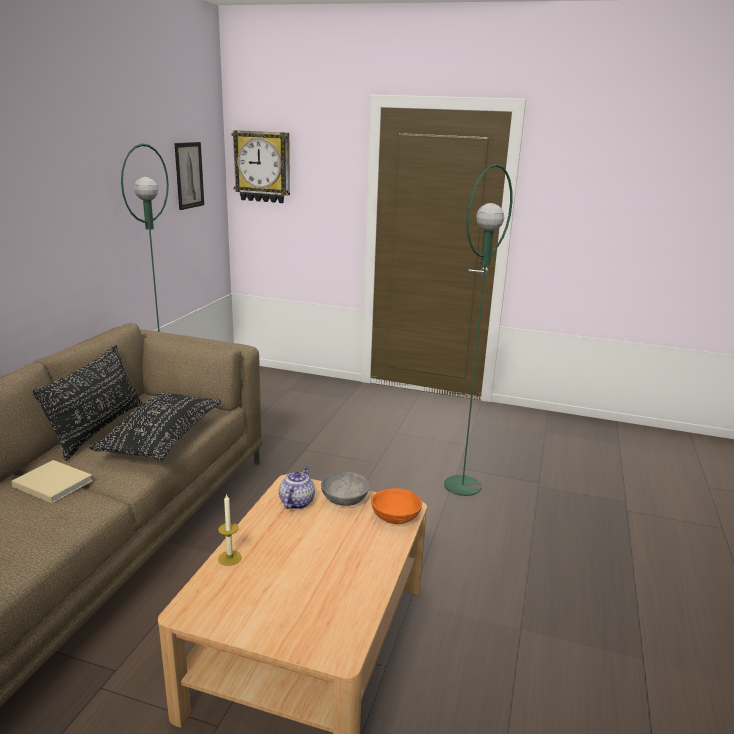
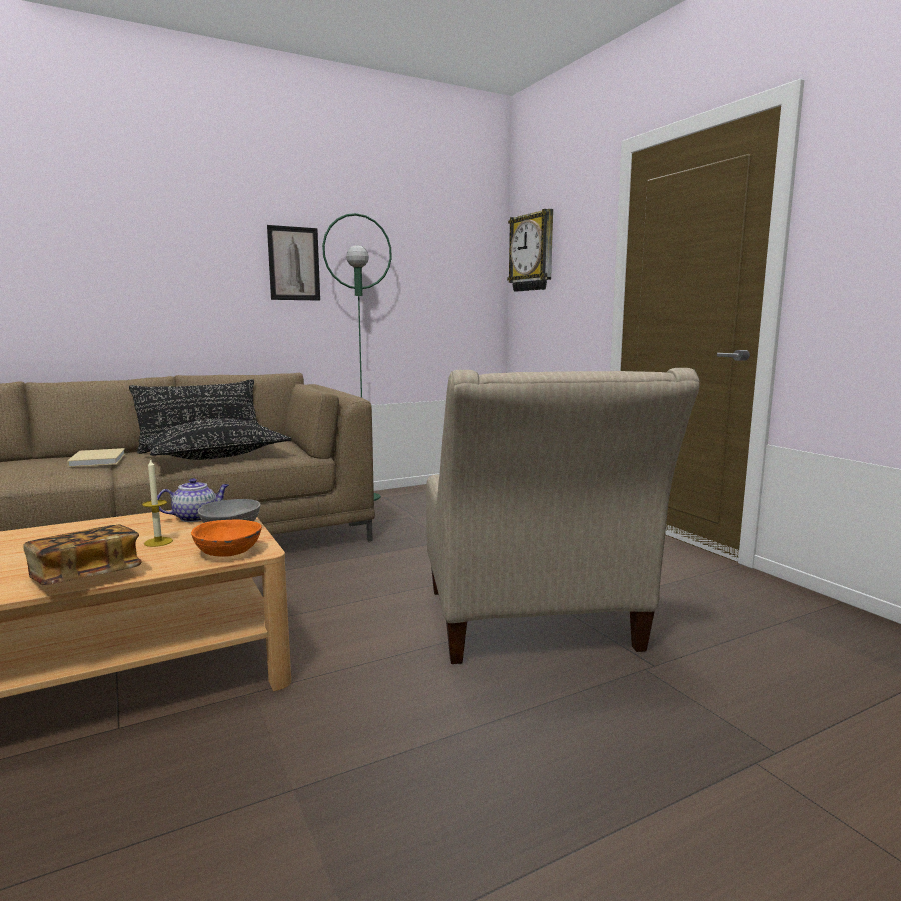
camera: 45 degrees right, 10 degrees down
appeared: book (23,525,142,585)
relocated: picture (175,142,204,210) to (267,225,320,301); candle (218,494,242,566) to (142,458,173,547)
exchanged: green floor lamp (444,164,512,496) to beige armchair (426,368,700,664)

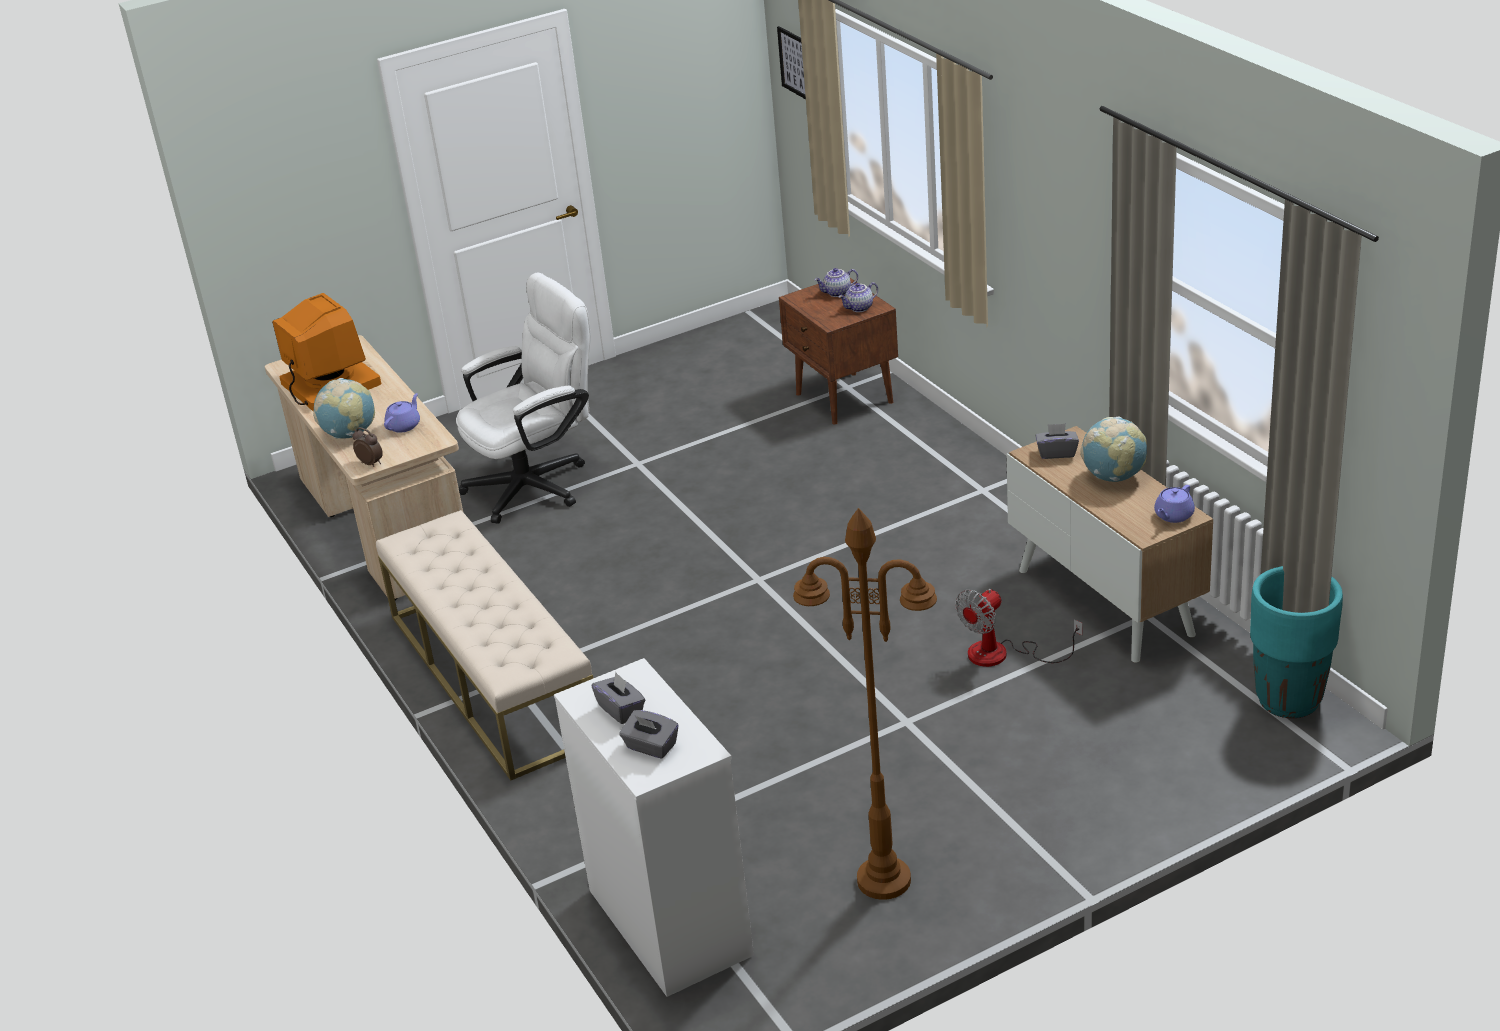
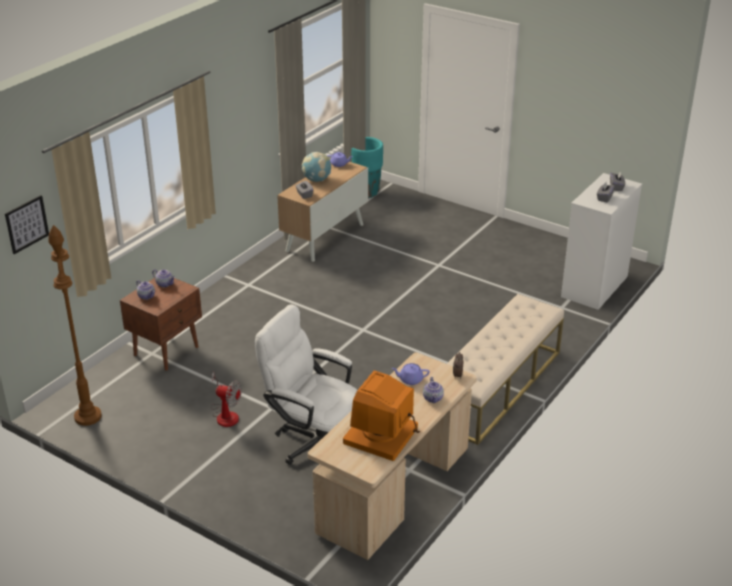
camera: 120 degrees left, 0 degrees up
relocated: brown floor lamp (793,508,937,900) to (48,225,102,426); fan (955,589,1083,667) to (211,372,242,427)
exchanged: globe (313,378,375,438) to teapot (423,377,444,403)

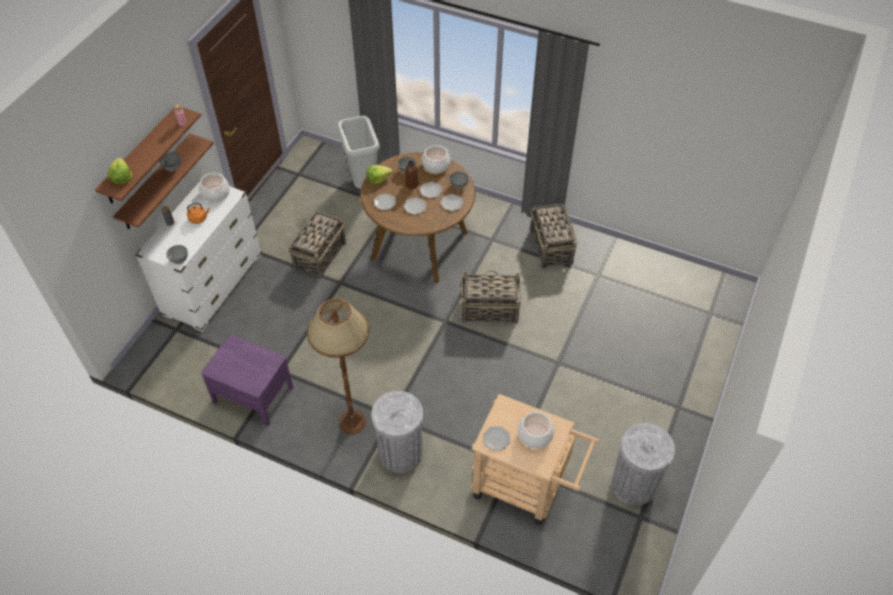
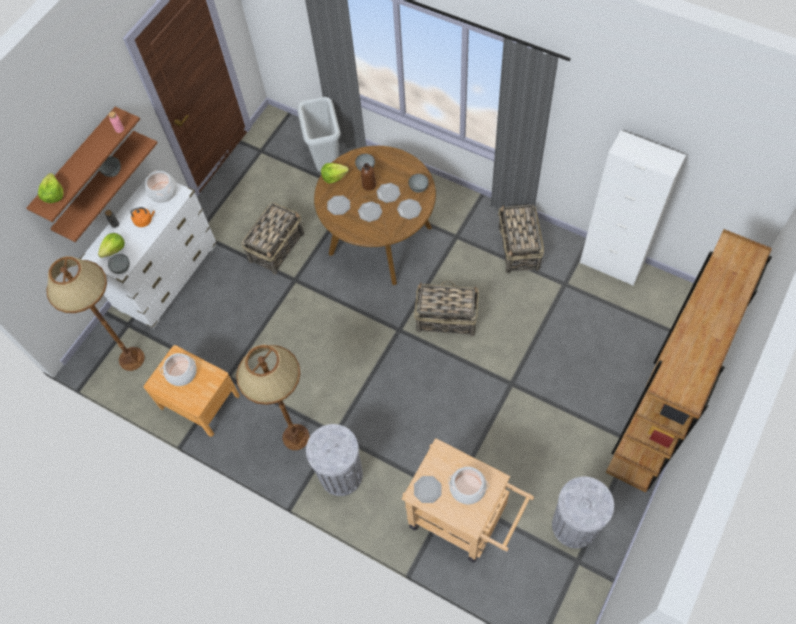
camera: 10 degrees right, 10 degrees up
appeared: brown floor lamp (46,256,145,371); lettuce (98,233,125,258); white cabinet (580,130,686,286); brown bookcase (606,229,772,492)
relocated: cooking pot (421,145,451,174) to (160,353,197,386)
colour: purple nightstand (201,335,293,426) to brown nightstand (143,345,240,437)

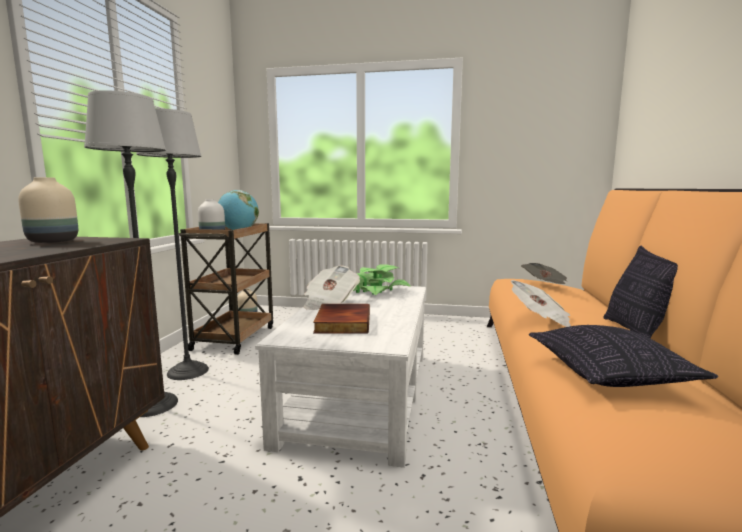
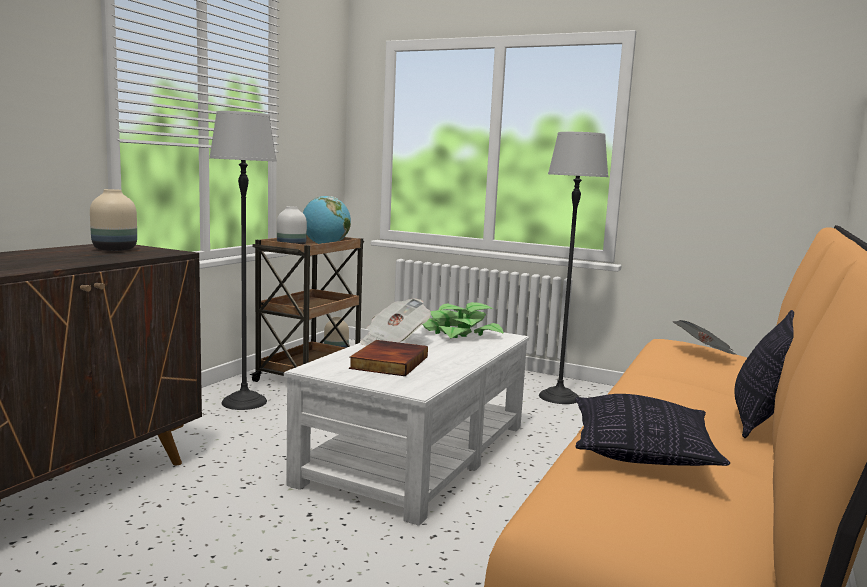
camera: 15 degrees right, 0 degrees up
missing: newspaper (511,280,571,327)
relocated: floor lamp (84,90,178,417) to (539,132,608,404)

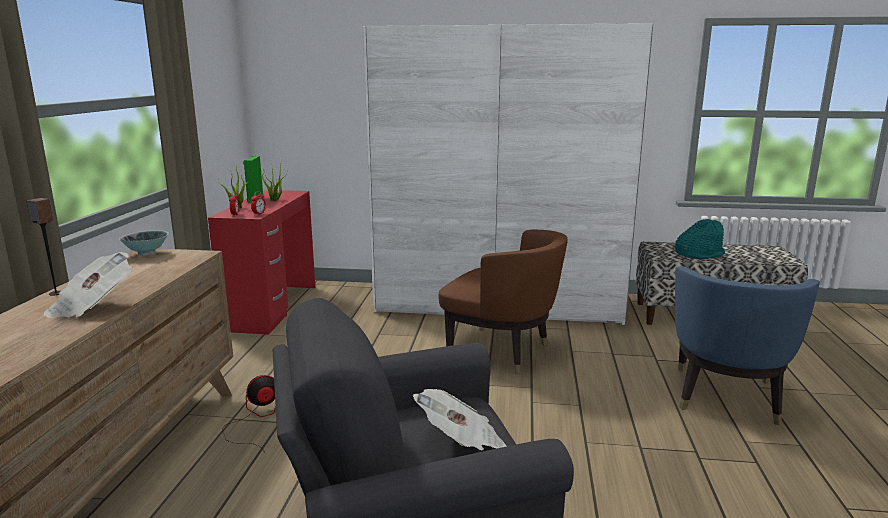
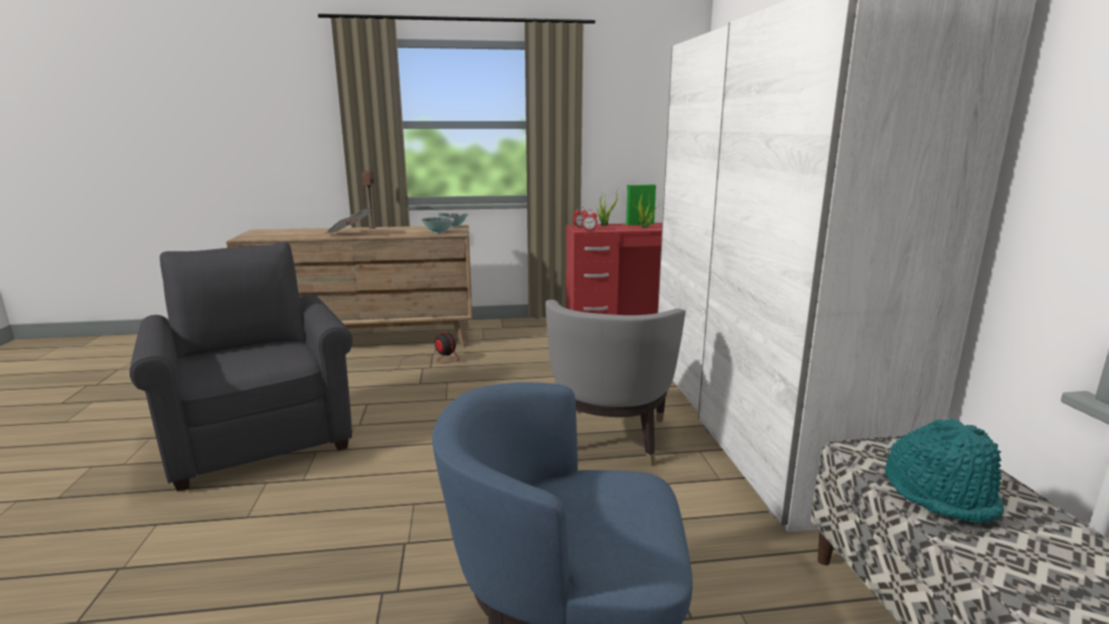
camera: 75 degrees right, 0 degrees up
missing: newspaper (413,389,506,450)
appeared: bowl (421,217,455,234)
colour: brown armchair (438,230,568,374) to grey armchair (546,300,686,466)

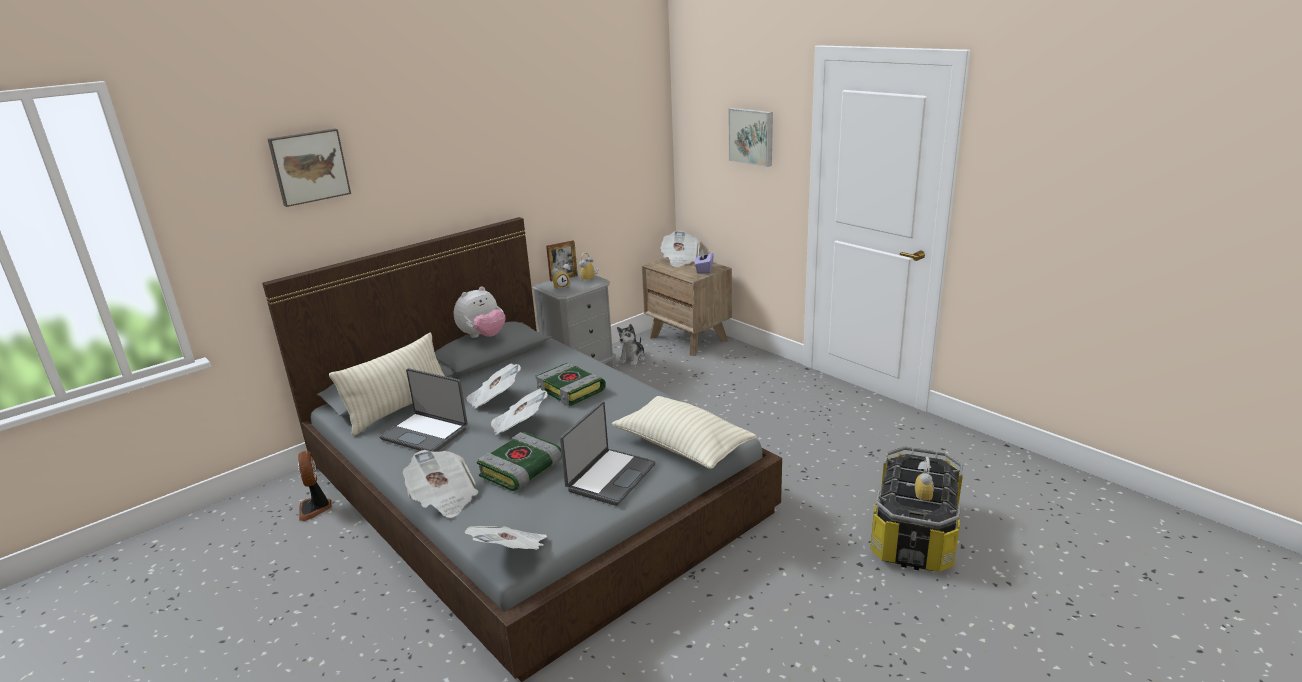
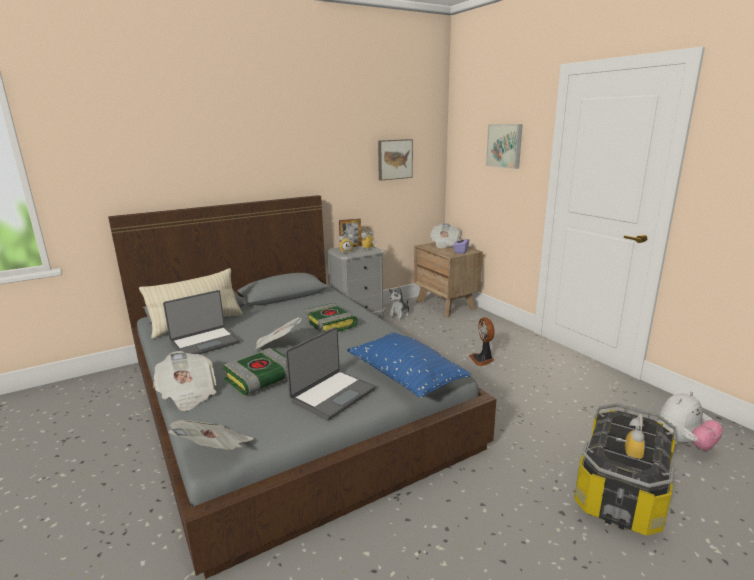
camera: 10 degrees right, 5 degrees down
missing: newspaper (466,363,521,409)
relocated: picture (268,129,351,207) to (378,139,413,181); fan (298,451,332,521) to (469,317,495,366); plush toy (454,286,505,338) to (657,391,723,450)
colour: beige pillow (612,396,757,469) to blue pillow (347,333,471,398)
spun: laptop (379,368,468,452) = (163,290,240,354) 75 degrees counterclockwise

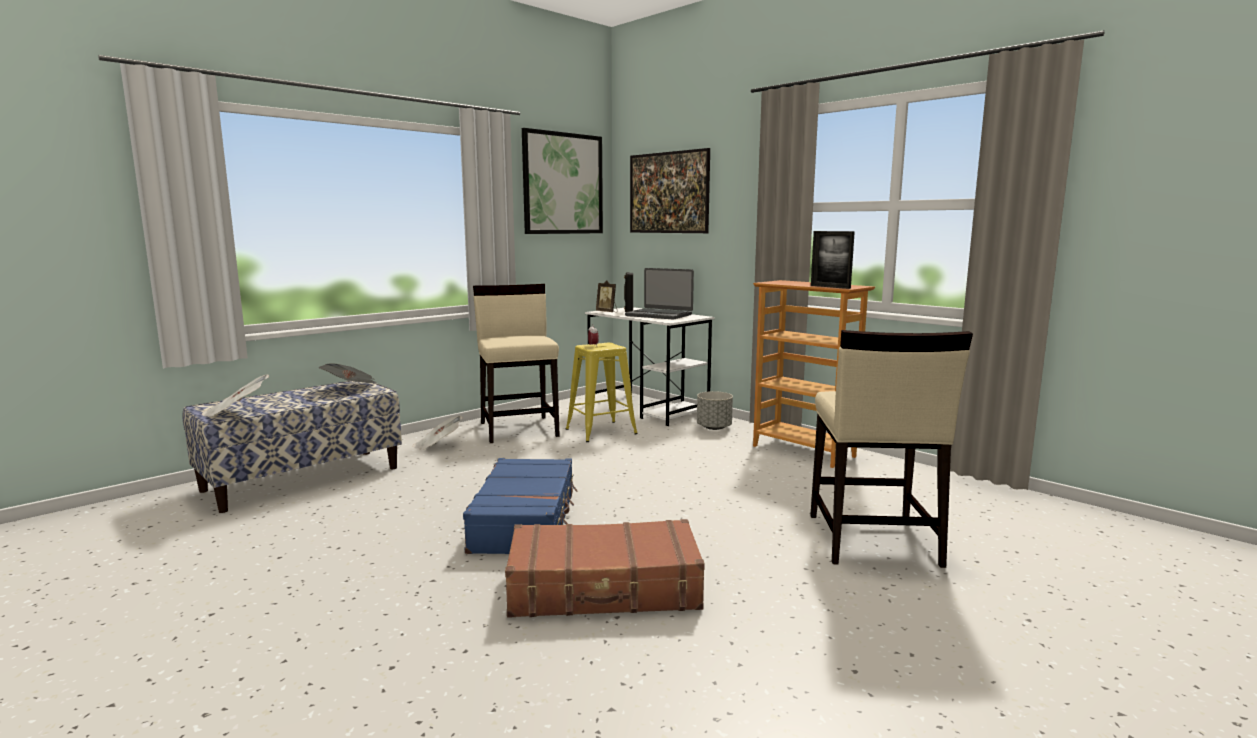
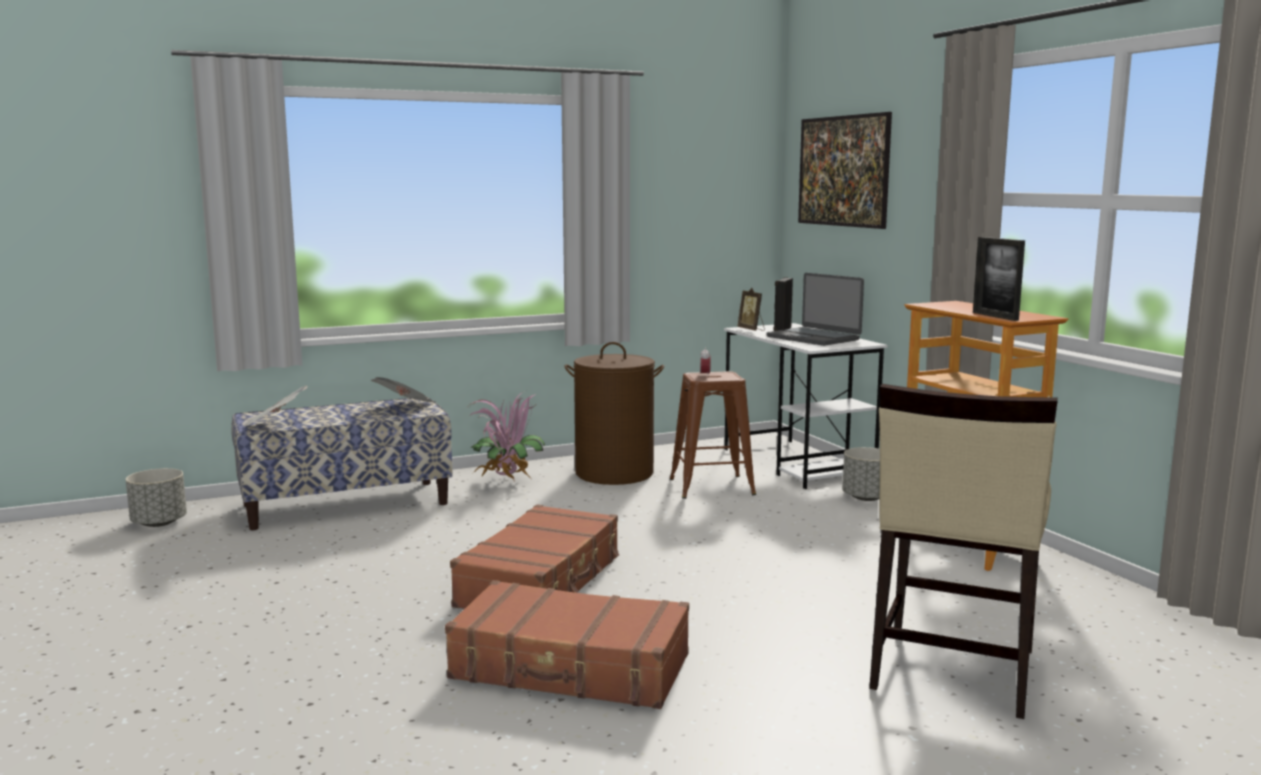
camera: 20 degrees right, 0 degrees up
missing: picture (522,128,603,234)
appeared: grey planter (126,468,187,527)
exchanged: newspaper (412,416,463,450) to potted plant (470,393,545,480); beige chair (473,284,560,443) to brown laundry basket (564,342,664,485)
colour: blue suitcase (463,458,578,554) to brown suitcase (450,505,619,609); yellow stool (566,343,638,442) to brown stool (670,371,756,499)

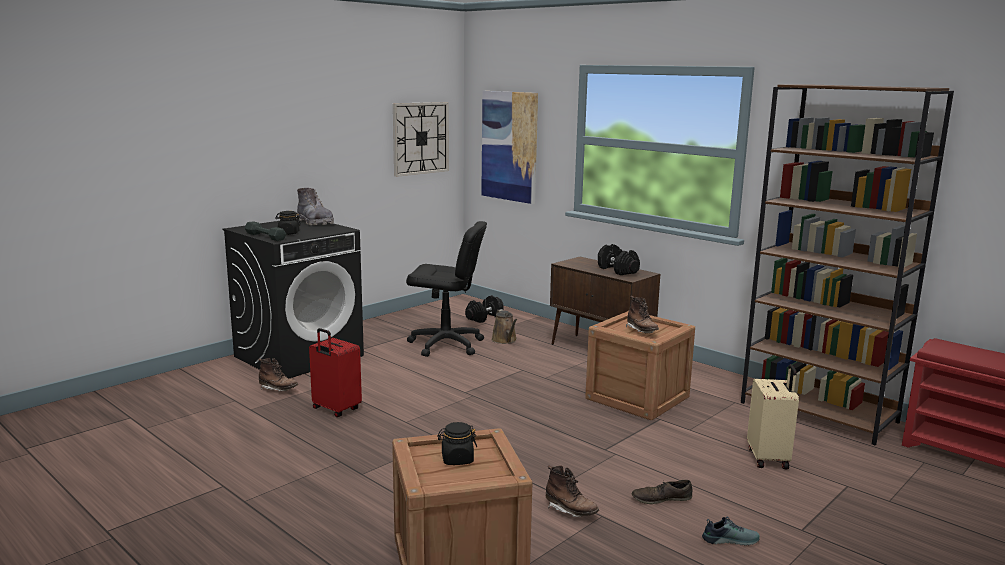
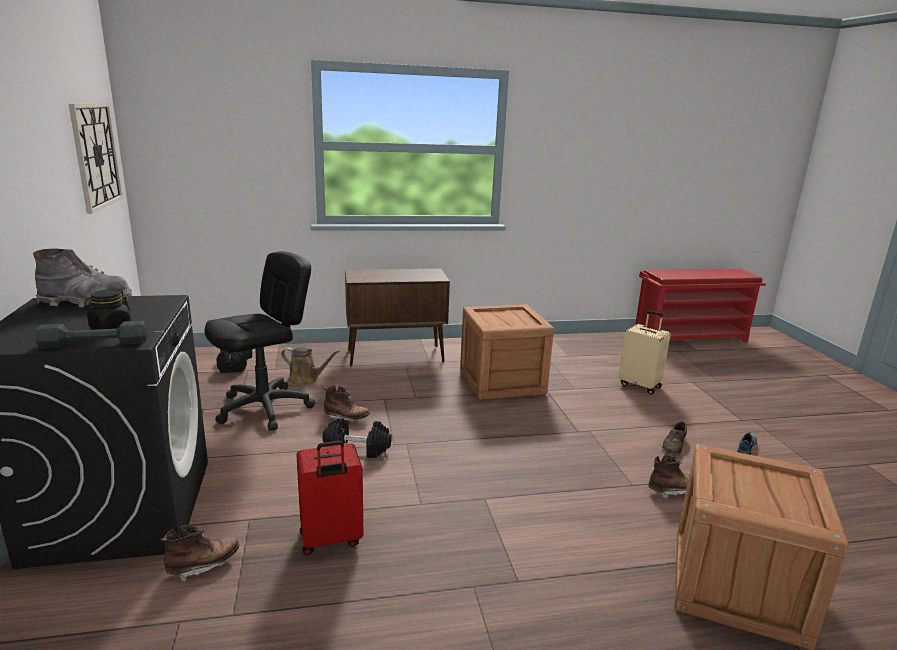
camera: 55 degrees left, 5 degrees up
missing: black jar (437,422,477,465); picture (481,91,538,204); brown bookcase (741,84,954,445)
relocated: black dumbbell (598,244,640,275) to (323,418,392,458); brown boot (626,296,659,333) to (324,386,370,422)

